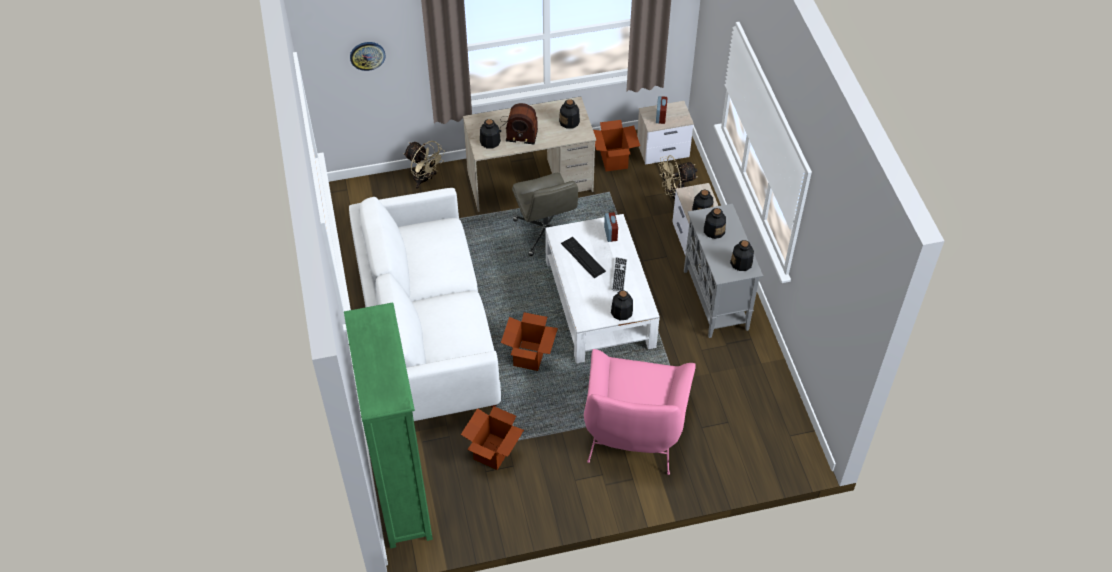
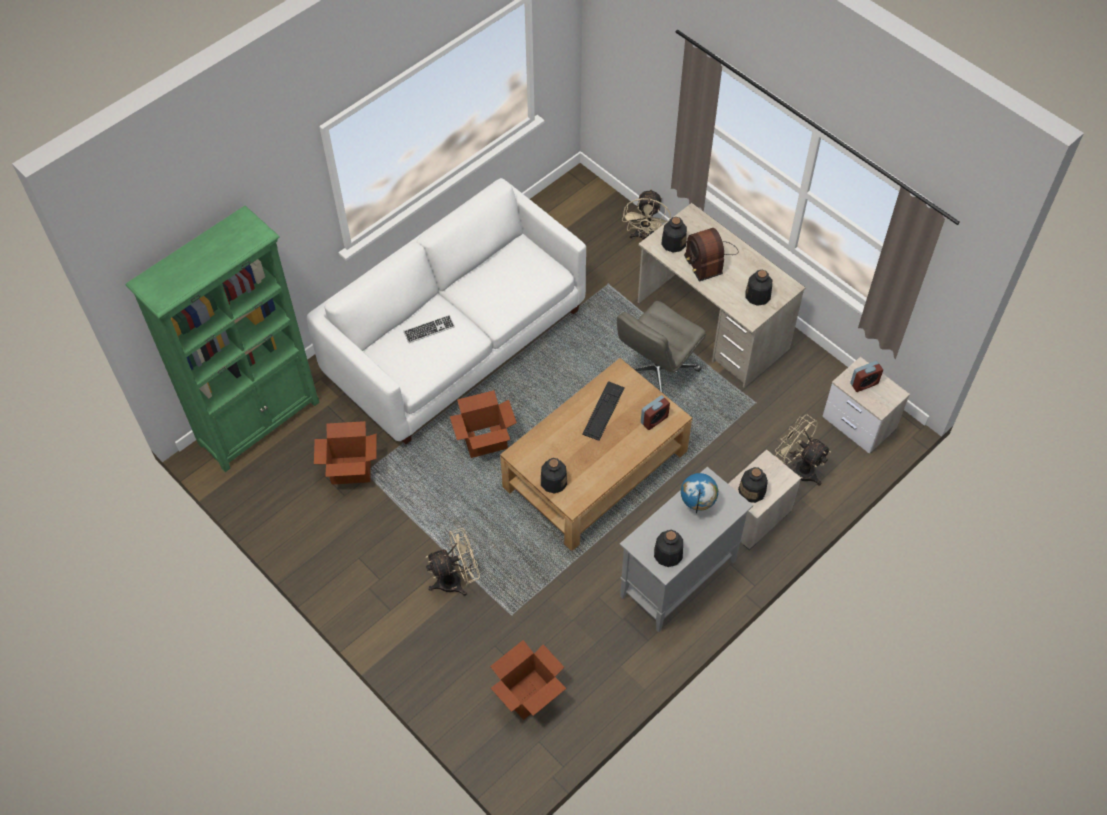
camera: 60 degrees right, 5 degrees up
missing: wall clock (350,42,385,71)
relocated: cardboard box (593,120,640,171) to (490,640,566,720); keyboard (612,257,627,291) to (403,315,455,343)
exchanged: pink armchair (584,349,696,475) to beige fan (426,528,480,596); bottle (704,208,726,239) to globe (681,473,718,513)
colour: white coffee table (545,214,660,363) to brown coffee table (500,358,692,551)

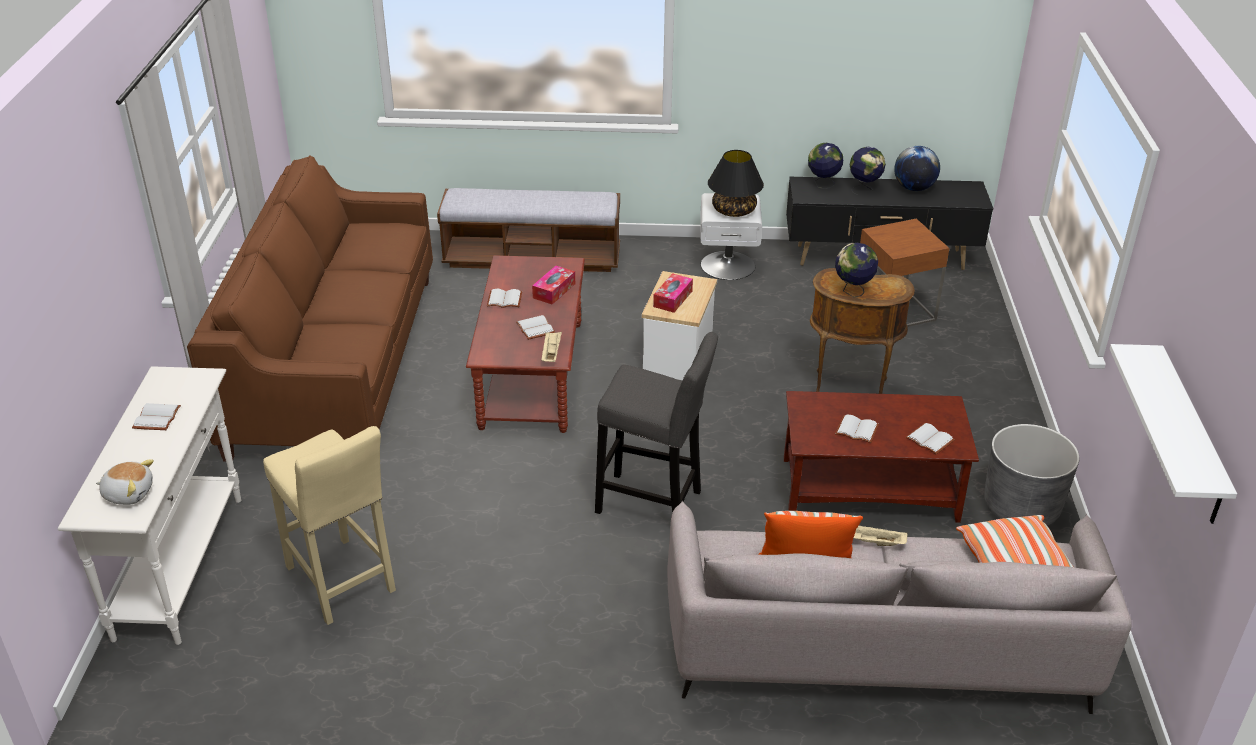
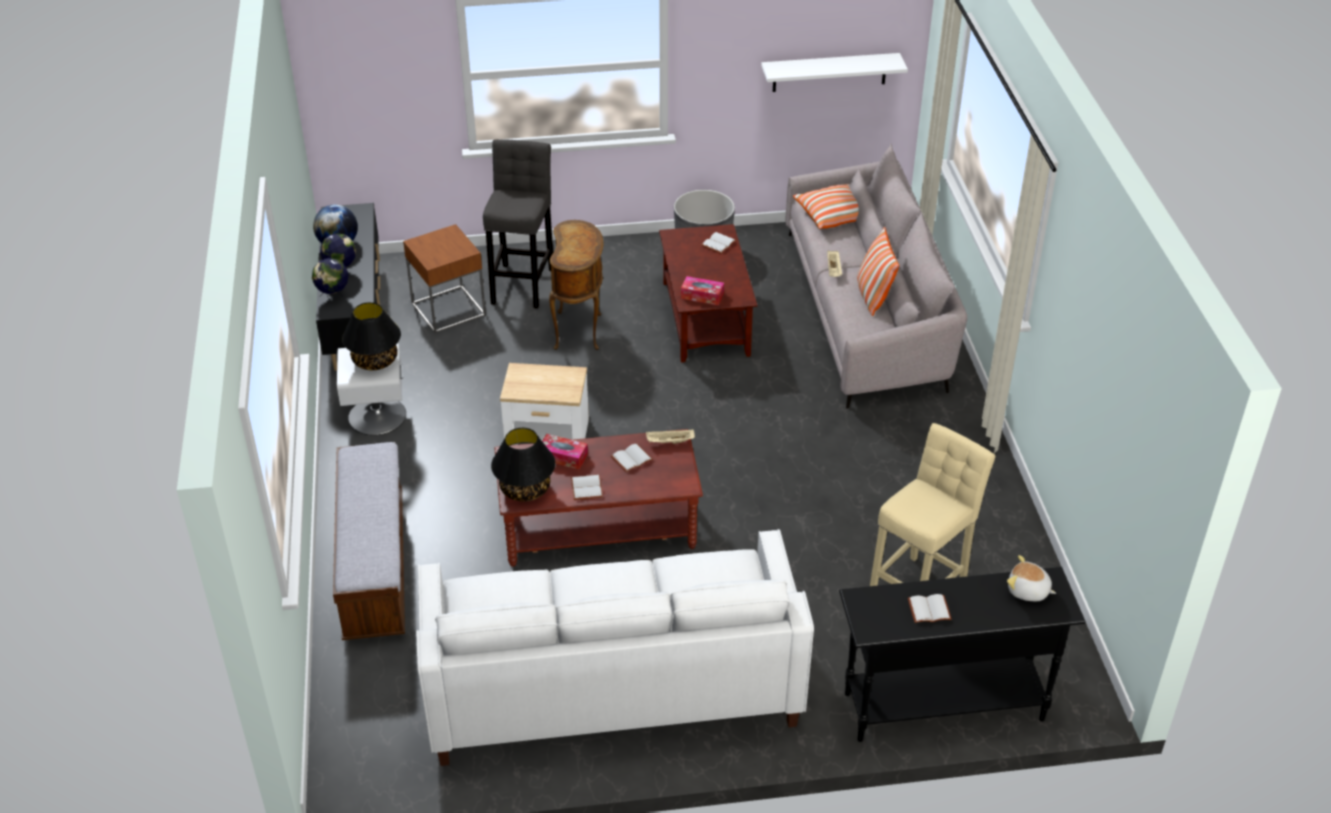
camera: 100 degrees left, 5 degrees up
missing: globe (835,243,878,297); white book (835,414,879,443)
appeared: black table lamp (491,428,556,502)
relocated: grey stool (595,332,718,514) to (483,139,553,308); tissue box (653,273,693,313) to (681,276,724,305)
colour: white console table (58,366,241,645) to black console table (839,567,1086,742); brown sofa (187,156,433,462) to white sofa (416,529,814,766)
spun: plush toy (96,459,154,505) = (1007,555,1056,601) 60 degrees counterclockwise

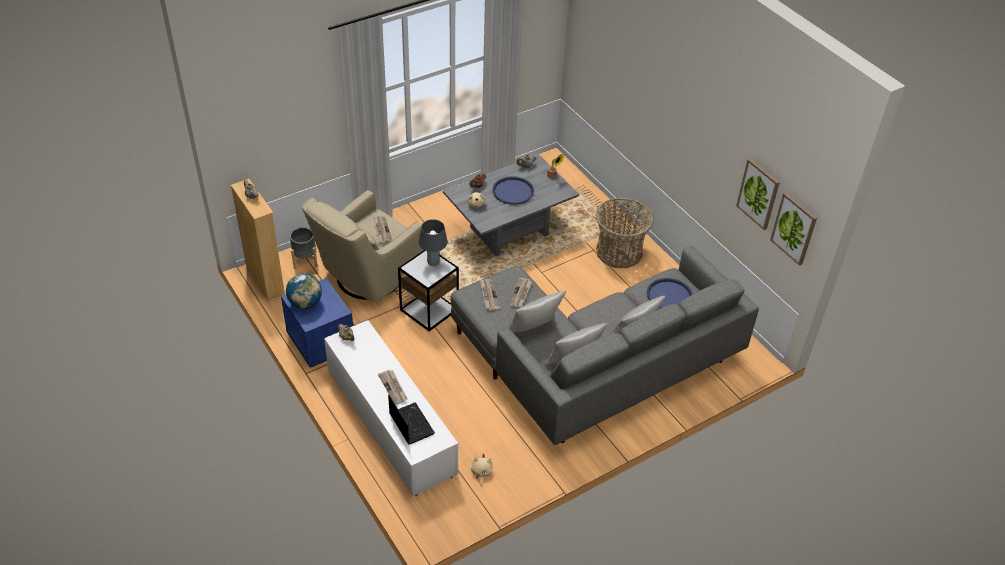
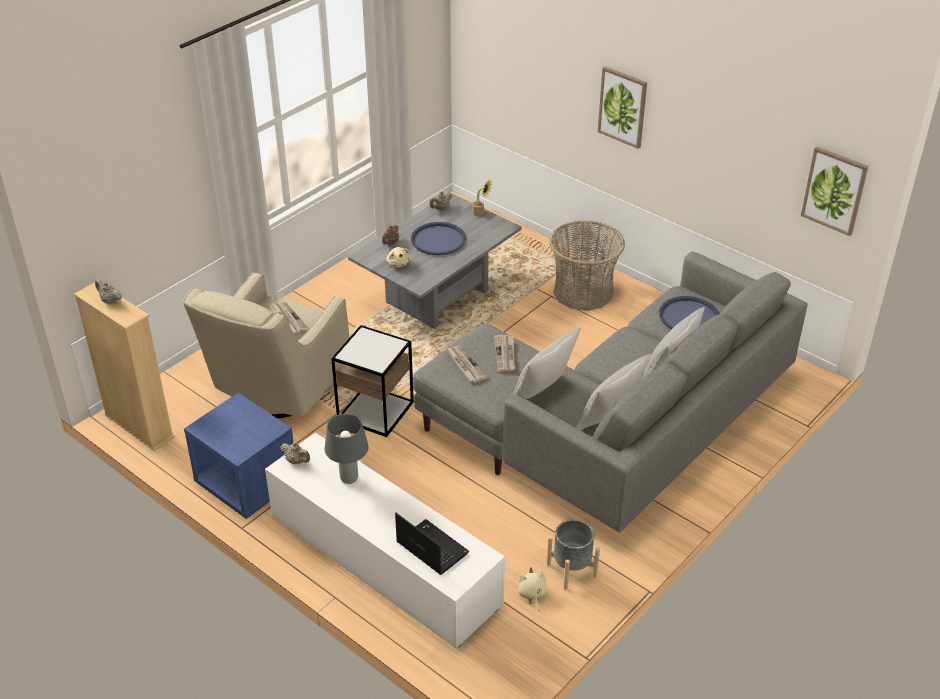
camera: 15 degrees left, 5 degrees down
missing: globe (286,273,322,309); newspaper (378,370,408,405)
relocated: grey planter (290,227,318,269) to (547,519,600,590); grey table lamp (419,219,448,266) to (325,414,369,484); picture (736,158,780,230) to (598,66,647,149)

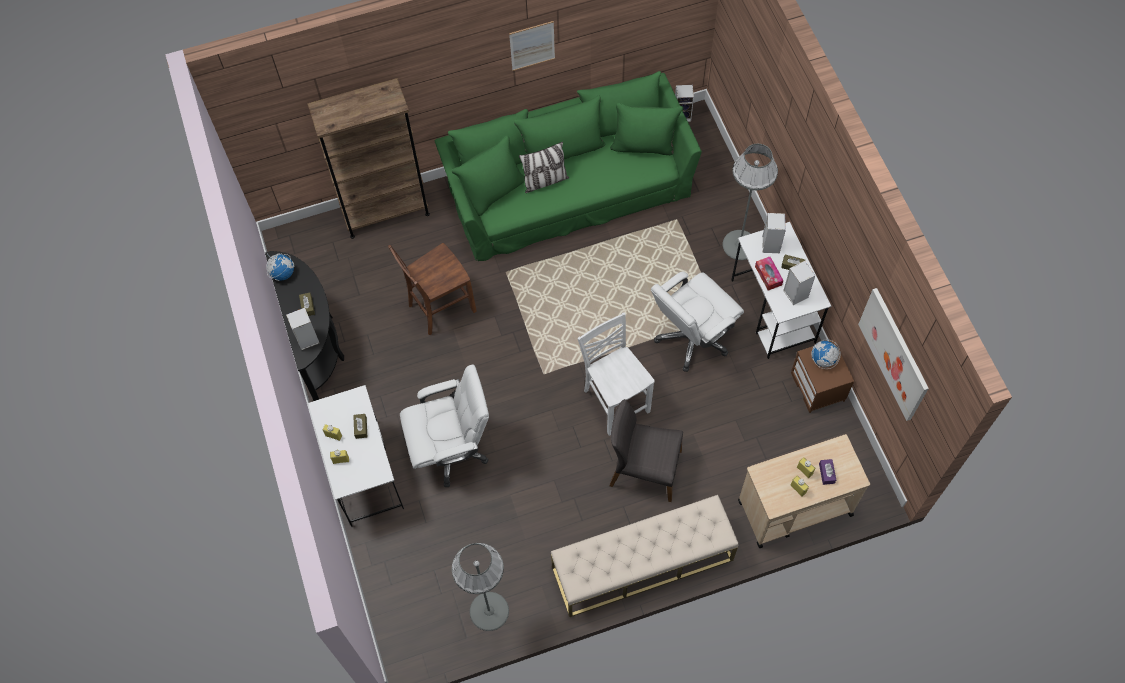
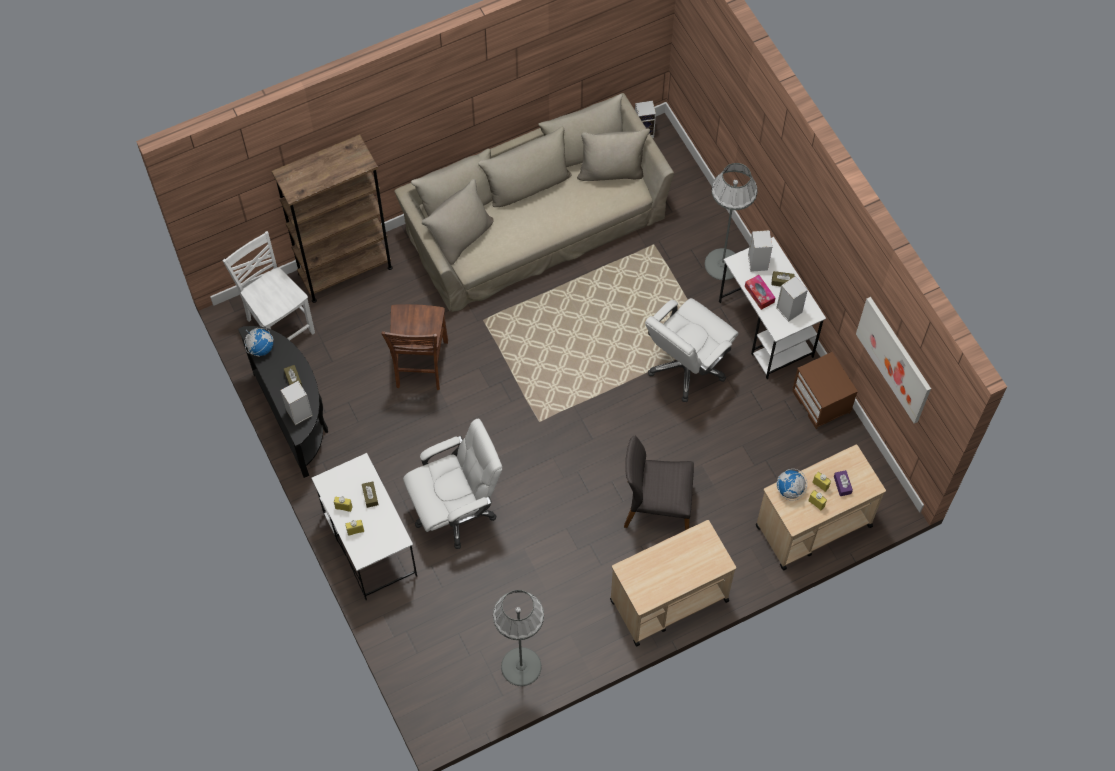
camera: 10 degrees left, 0 degrees up
missing: picture (509,21,555,71); pillow (519,142,569,193)
relocated: white chair (577,312,655,436) to (223,231,315,340); globe (811,340,841,369) to (776,469,807,501)
exchanged: beige bench (551,495,739,617) to beige cart (610,520,736,647)
colour: green sofa (435,71,702,261) to beige sofa (394,93,674,312)
spun: brown chair (388,243,477,335) = (382,304,448,390) 45 degrees counterclockwise

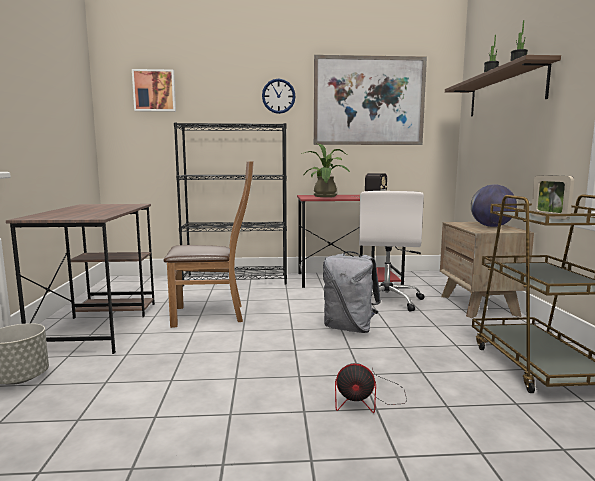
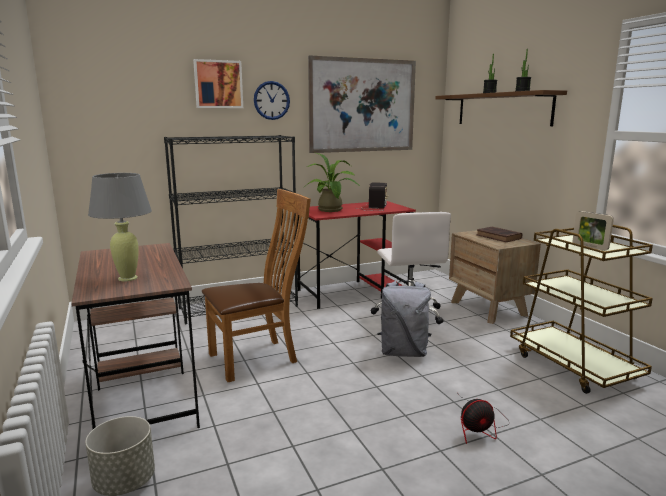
camera: 20 degrees left, 5 degrees up
appeared: grey table lamp (88,173,152,281)
relocated: picture (132,69,176,112) to (193,59,243,108)
exchanged: globe (471,184,517,227) to brown book (476,227,522,242)

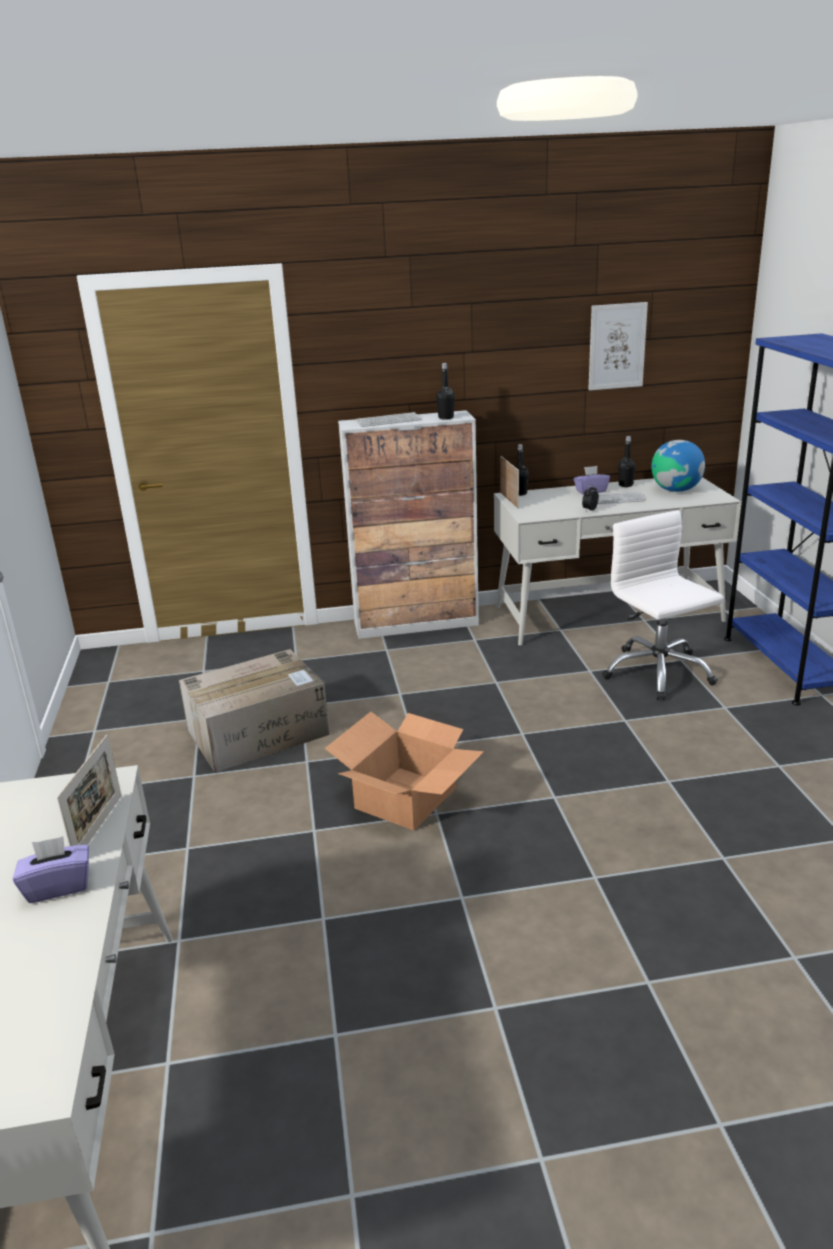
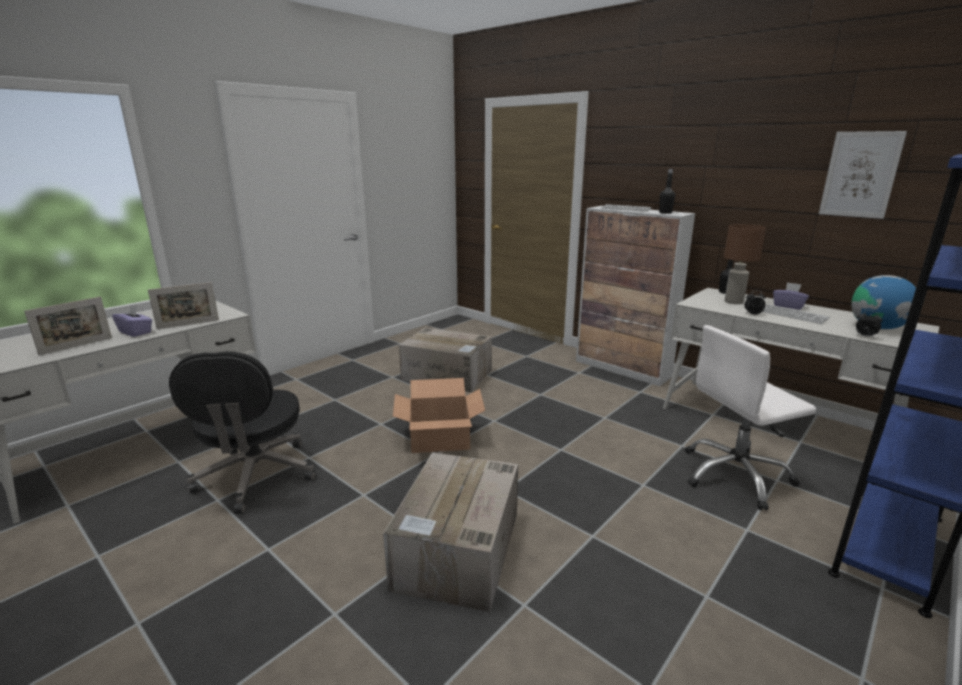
camera: 50 degrees right, 5 degrees down
missing: black bottle (618,436,636,487)
appeared: black office chair (169,351,316,514); cardboard box (383,452,518,612); brown table lamp (724,224,766,304); alarm clock (856,310,883,339)
relocated: picture frame (500,456,519,509) to (24,297,112,355)
spun: white office chair (602,510,724,700) = (685,325,816,510) 135 degrees counterclockwise

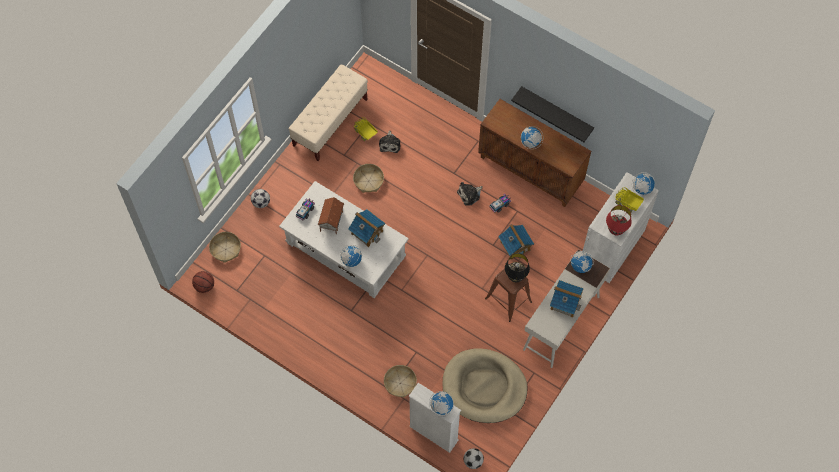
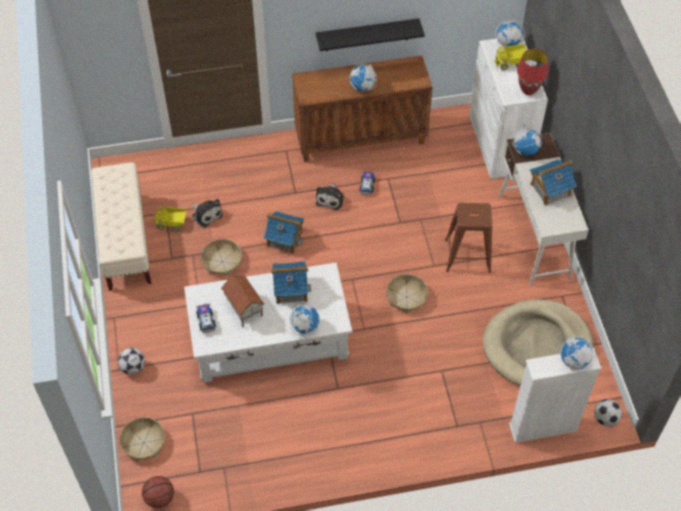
camera: 45 degrees left, 10 degrees down
missing: black table lamp (505,253,530,282)
relocated: basket (384,365,417,397) to (386,274,428,313); toy house (498,224,534,260) to (264,211,304,254)

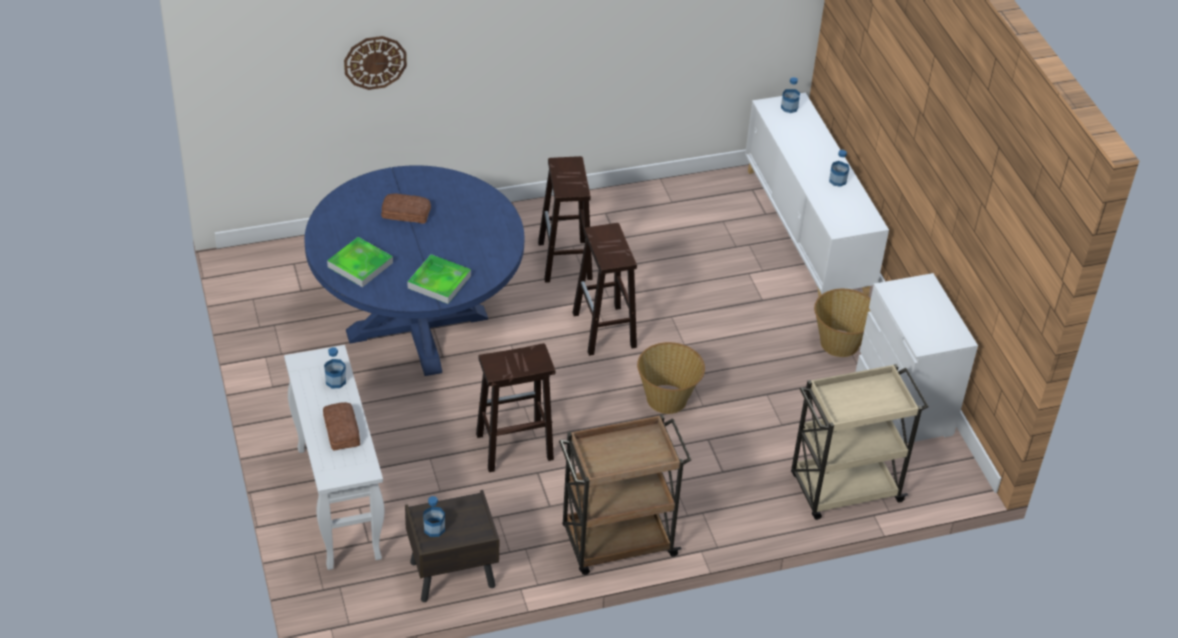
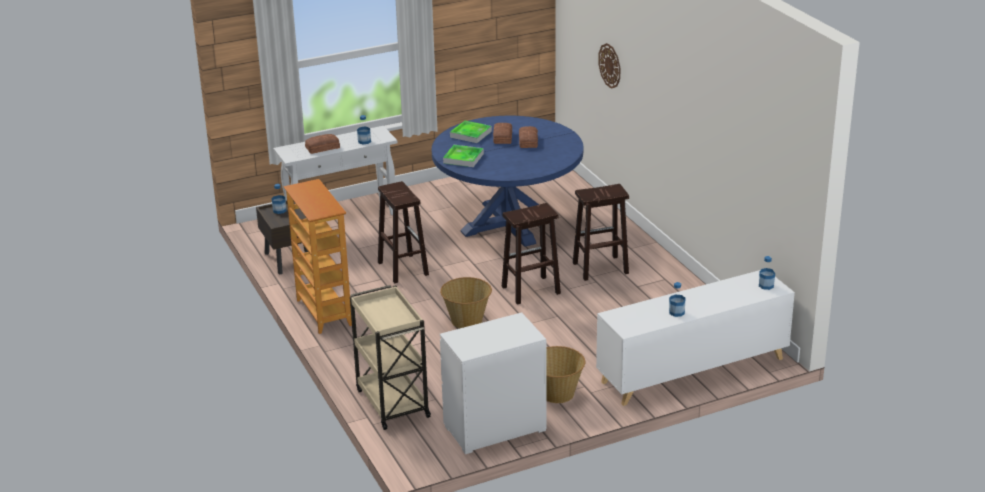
camera: 85 degrees right, 15 degrees down
appeared: bread (493,123,512,144)
exchanged: brown cart (559,415,691,575) to bookcase (283,179,352,334)

